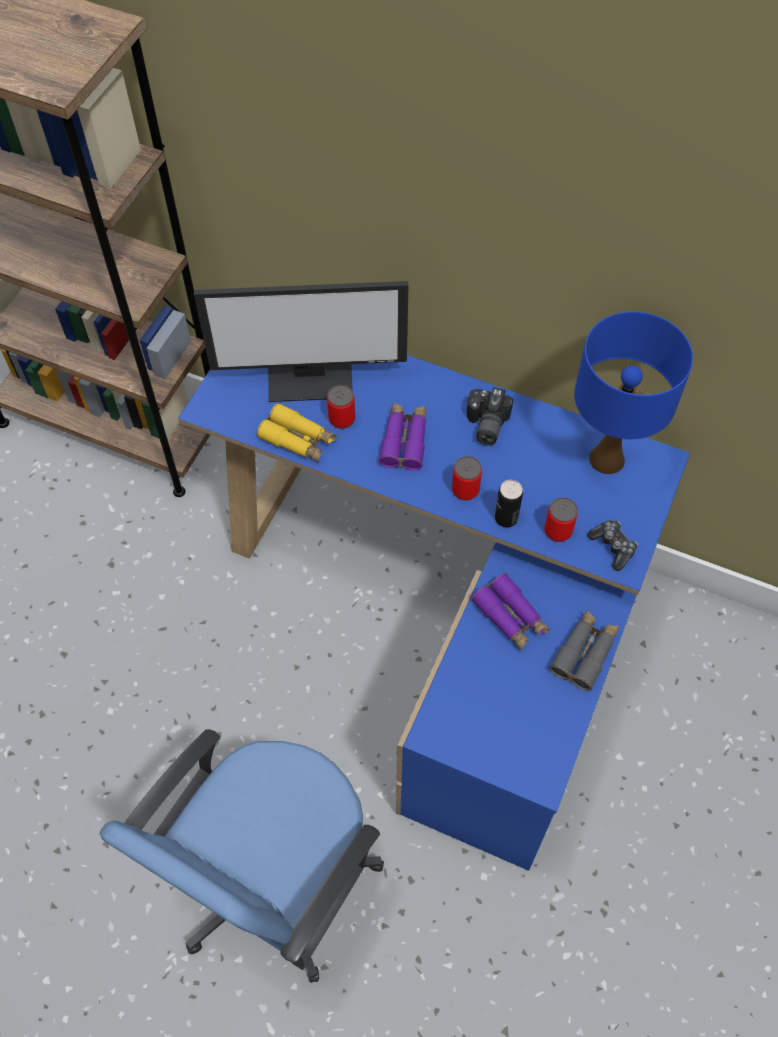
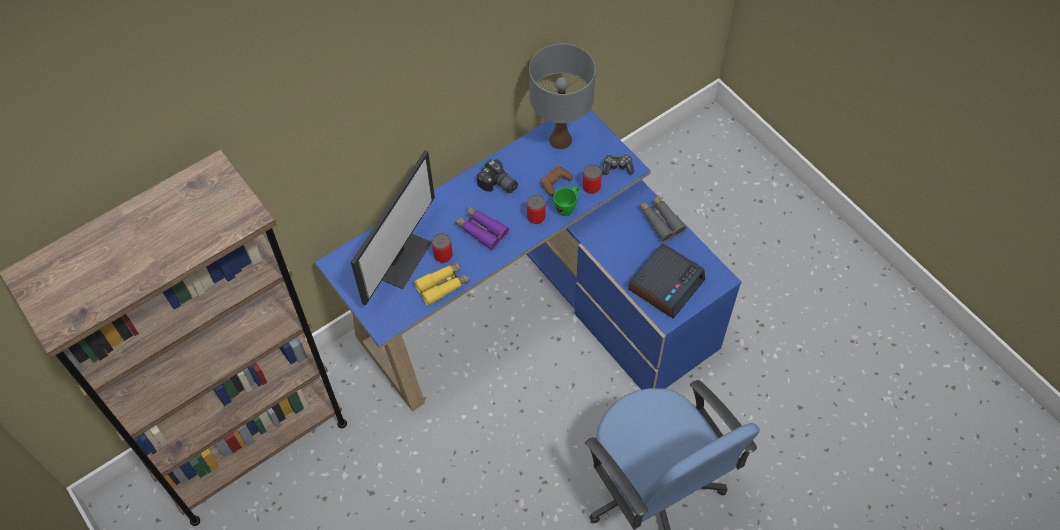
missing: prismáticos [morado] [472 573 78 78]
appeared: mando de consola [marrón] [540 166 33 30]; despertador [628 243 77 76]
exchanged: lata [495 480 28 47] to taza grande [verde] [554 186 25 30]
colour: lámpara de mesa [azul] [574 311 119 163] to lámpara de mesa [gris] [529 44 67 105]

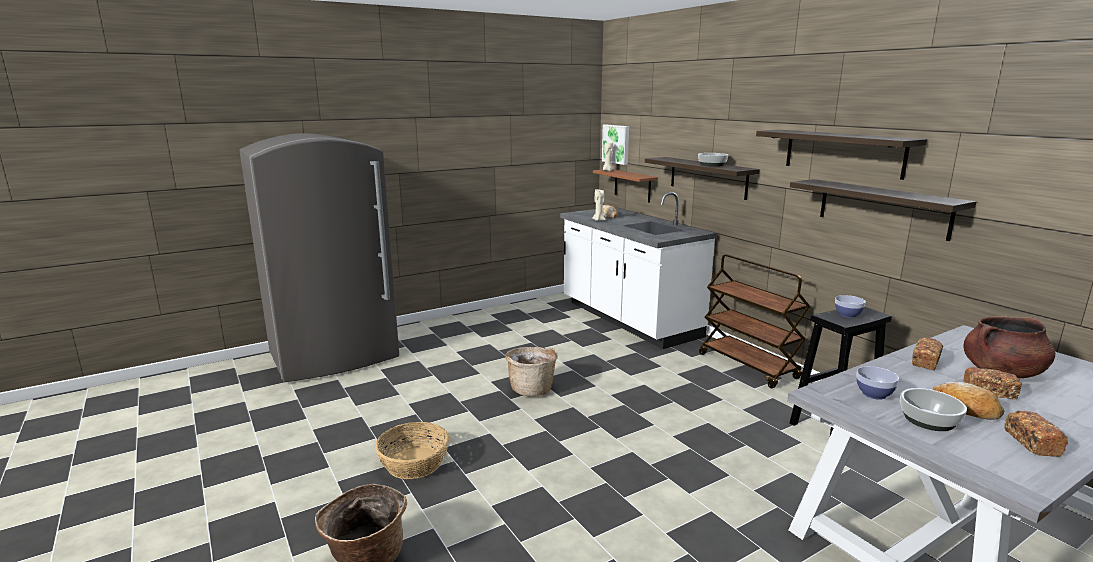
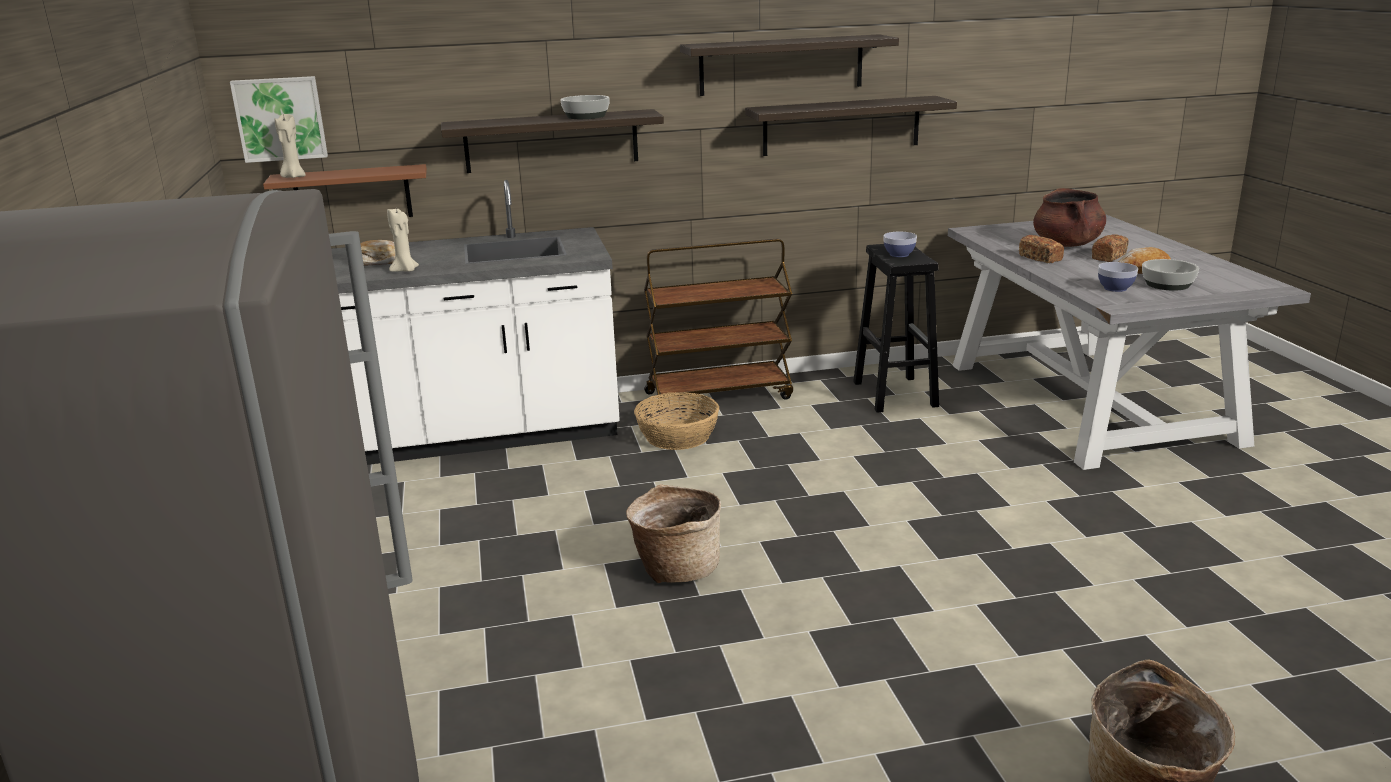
missing: pan [1005 411 63 46]
relocated: cesta [375 422 75 57] to [634 392 85 58]

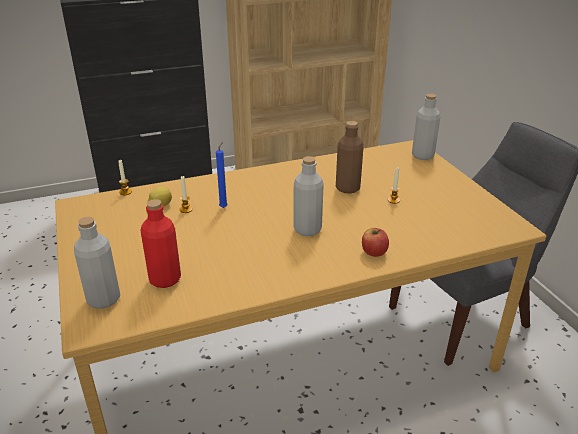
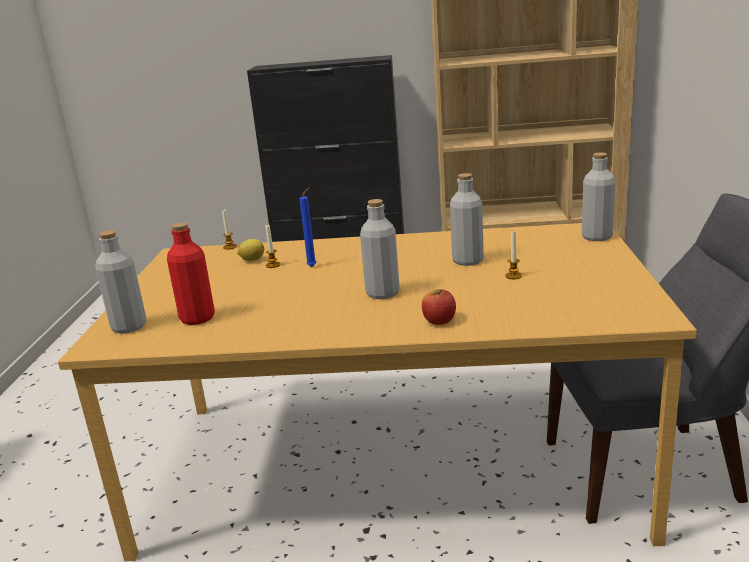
colour: botella [marrón] [336 121 28 73] to botella [gris] [450 173 34 93]

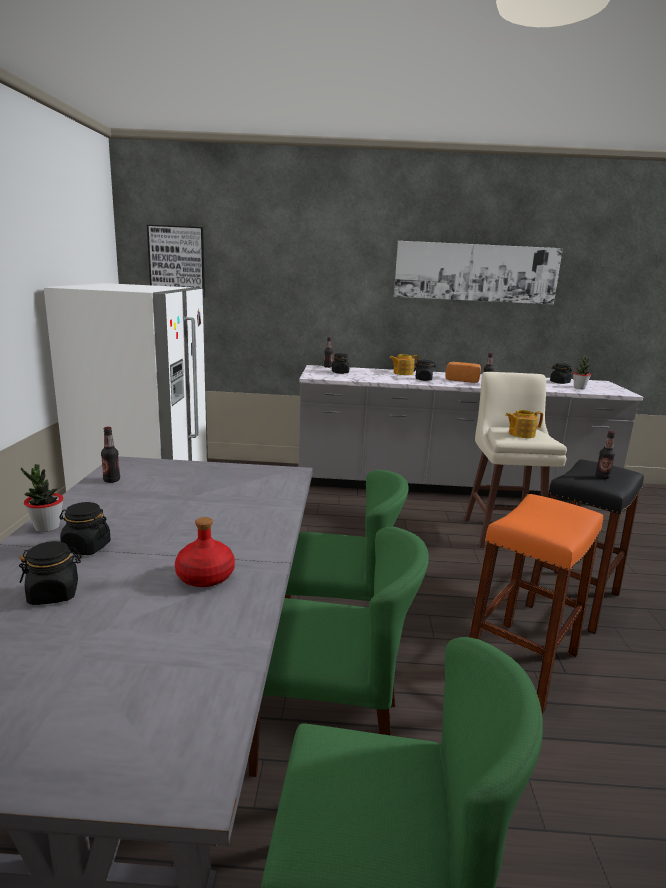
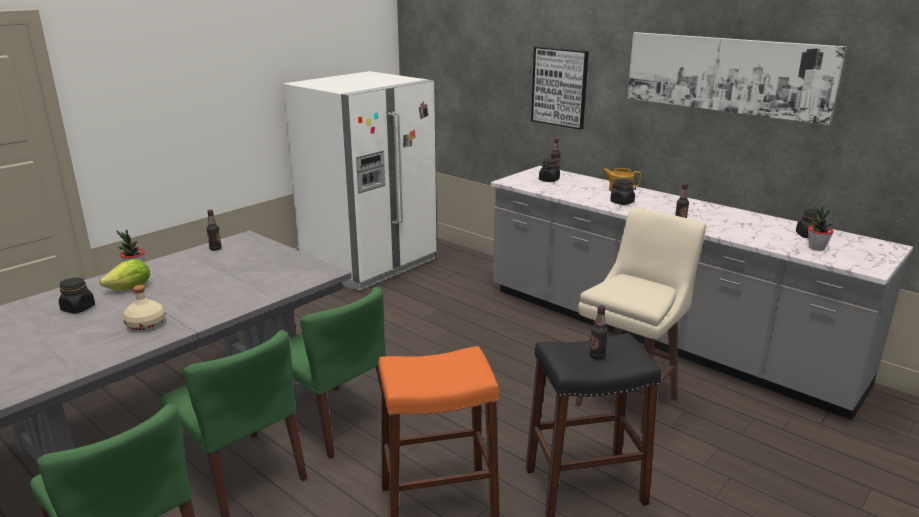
missing: pan [445 362 36 21]; tetera [505 410 38 28]
relocated: cuadro [147 225 58 73] to [531 47 58 83]
exchanged: tarro [negro] [59 502 52 53] to lechuga [99 259 51 31]
colour: botella [rojo] [175 517 60 70] to botella [beis] [123 285 42 45]

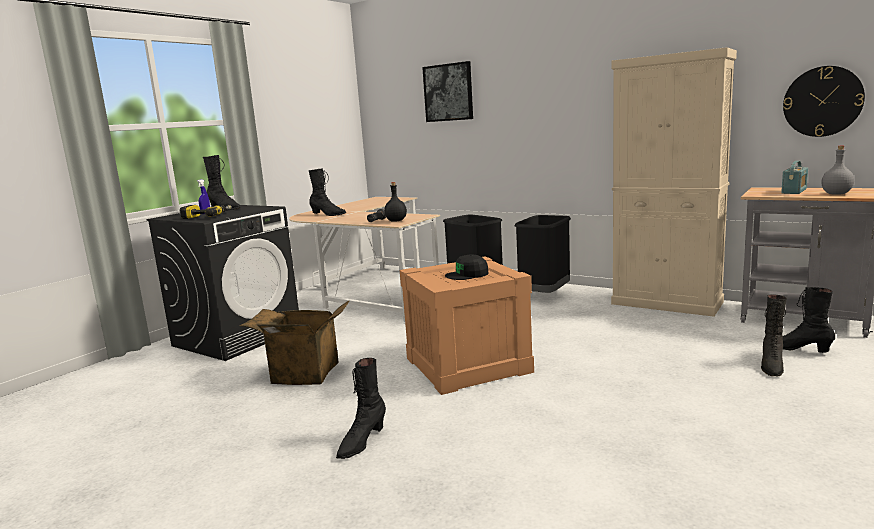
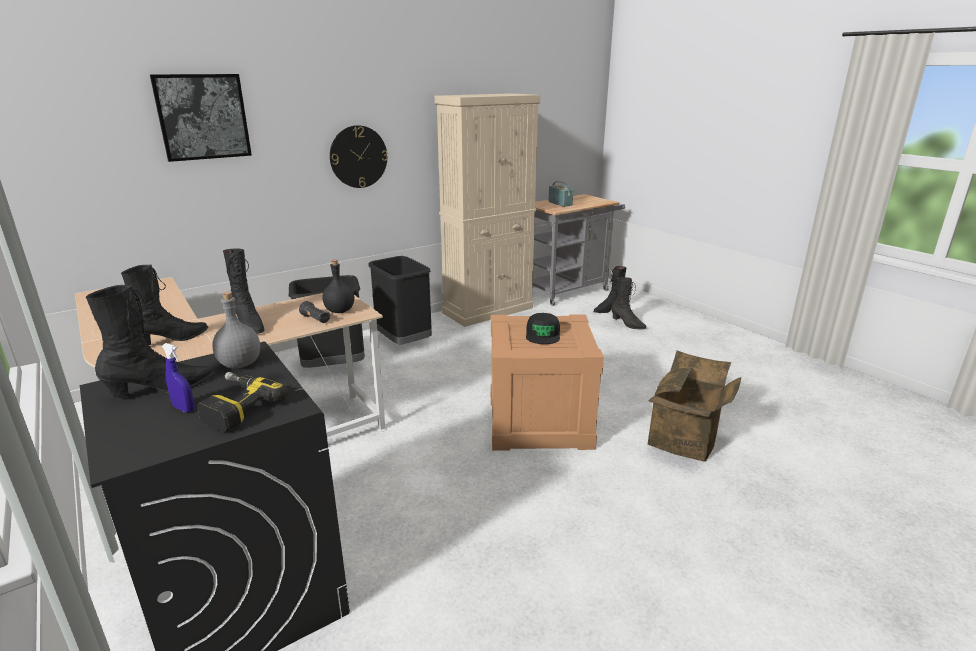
relocated: botella [gris] [821 146 33 49] to [212 292 48 77]; bota [negro] [336 358 50 101] to [223 248 41 86]; reloj de pared [783 66 82 71] to [330 125 58 63]; caja de cartón [240 300 110 85] to [648 351 93 111]

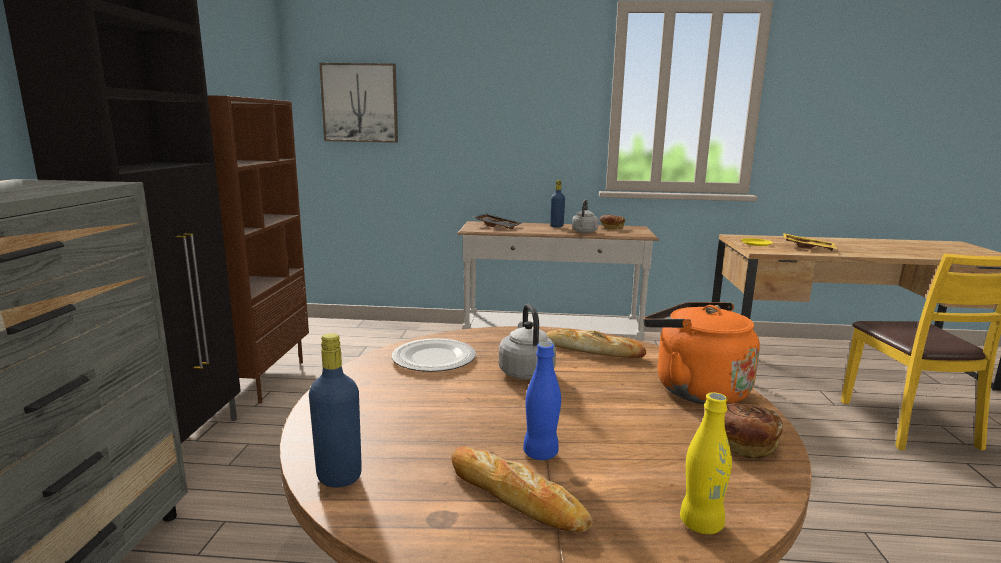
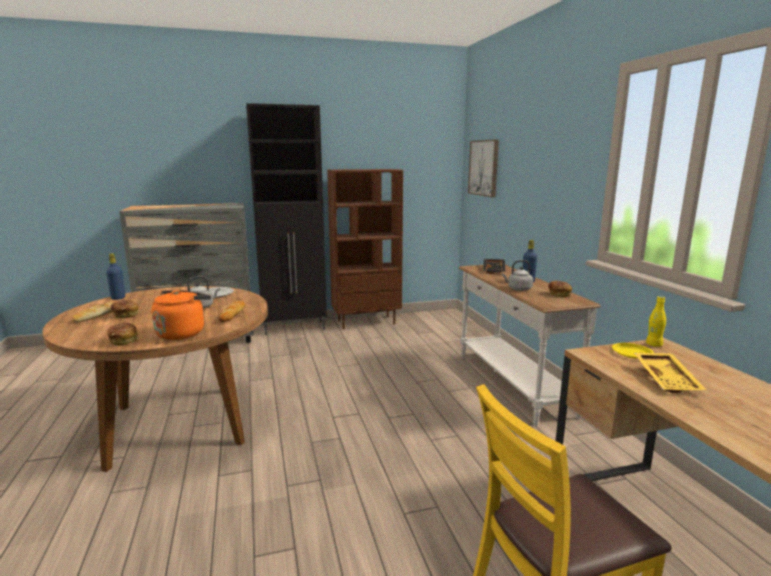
relocated: botella [amarillo] [680 392 52 142] to [646 296 20 51]
exchanged: botella [azul] [523 342 38 118] to pan [111 300 28 18]

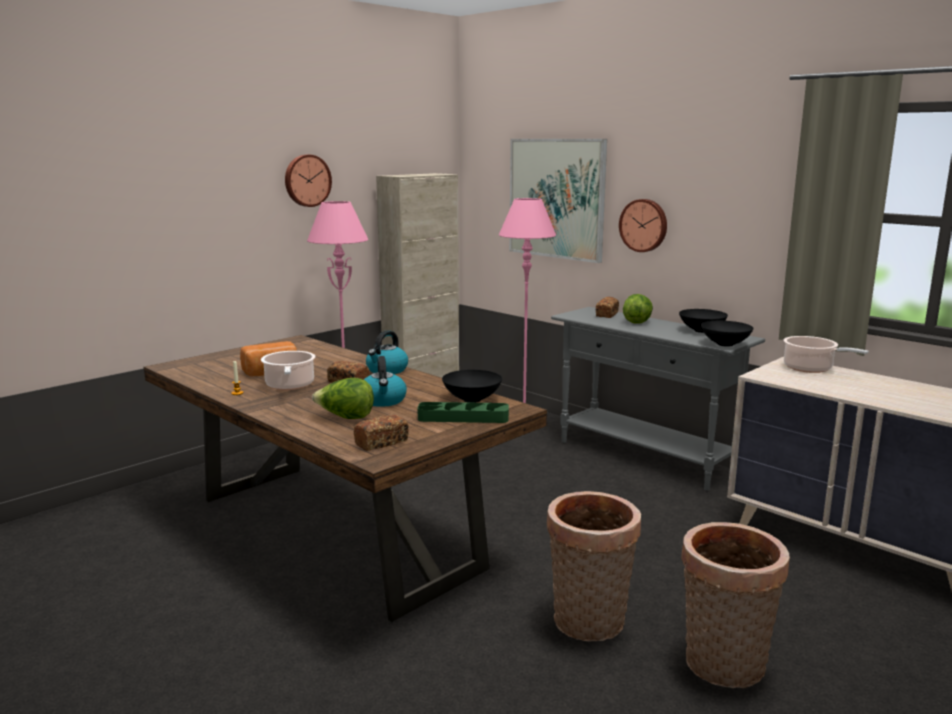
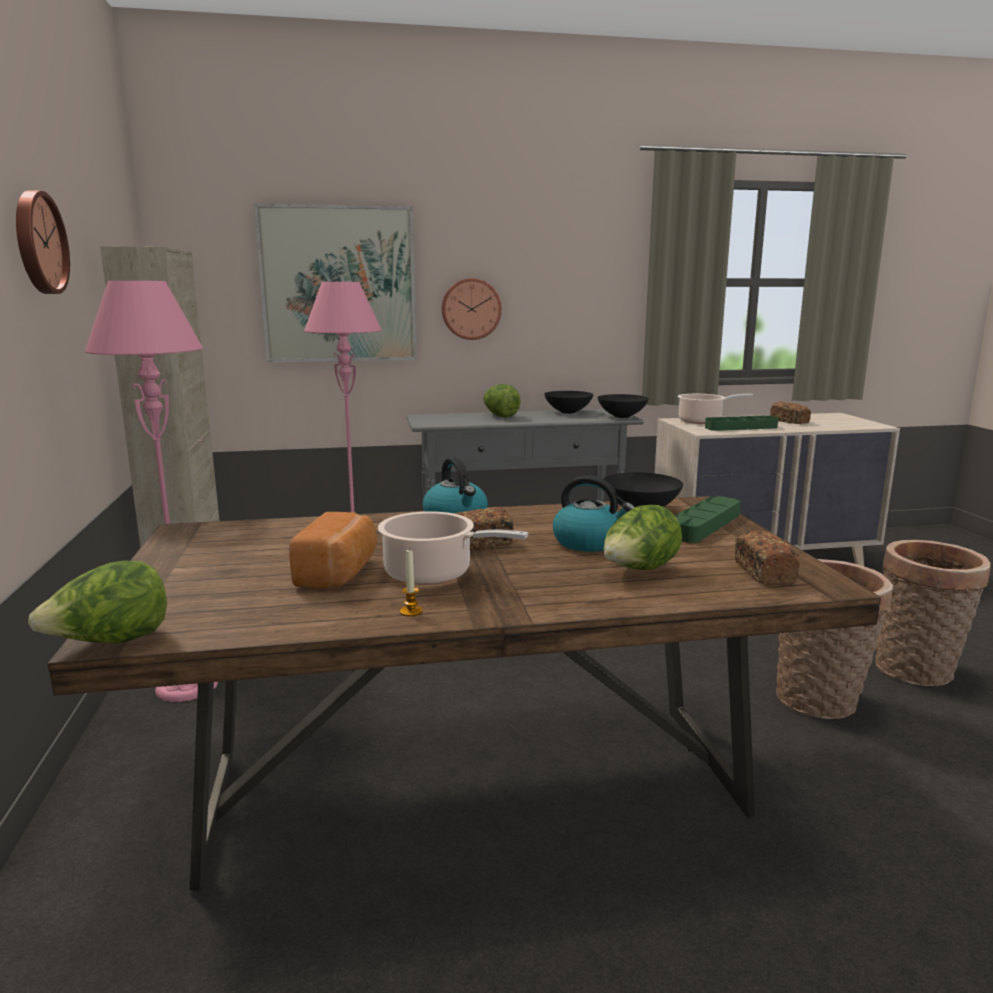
appeared: lechuga [28 561 139 82]; bandeja [verde] [705 415 73 16]
relocated: pan [596 297 23 21] to [770 401 41 23]

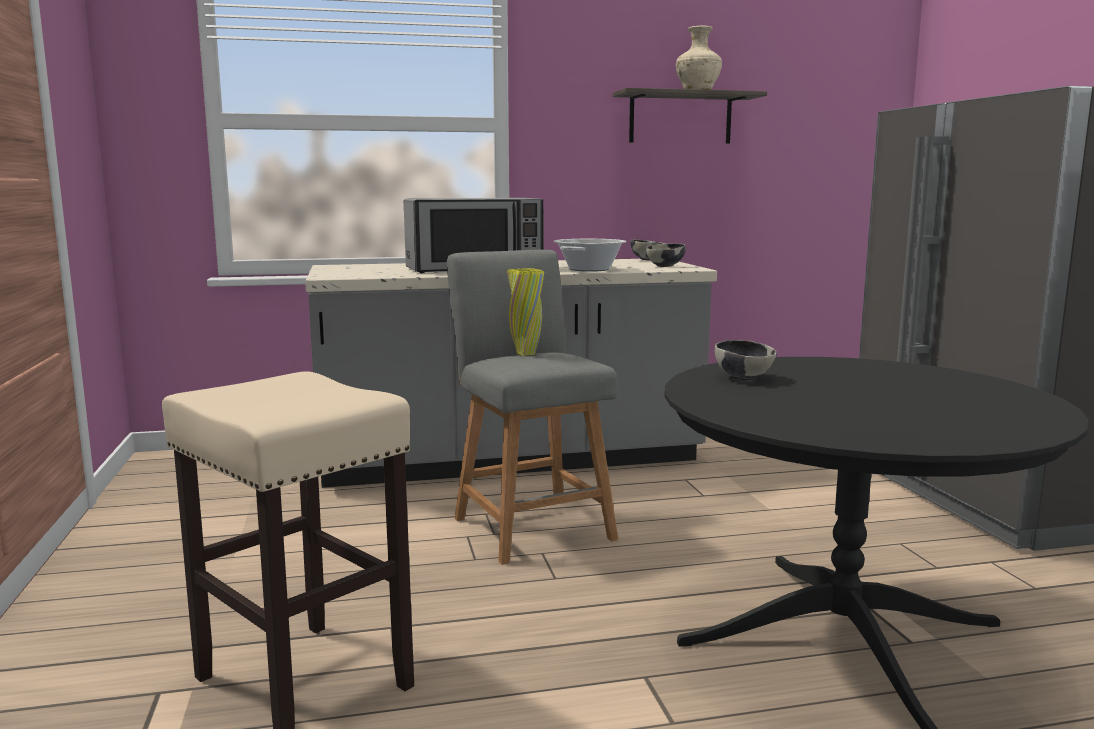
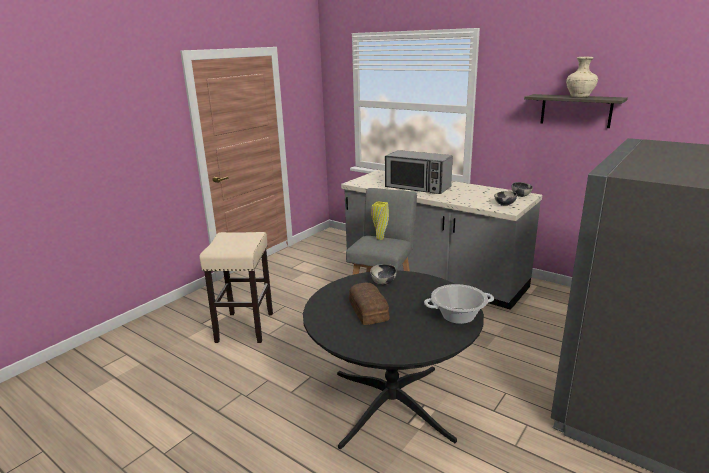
appeared: pan [349 282 40 43]
relocated: olla [554 239 72 33] to [424 284 70 40]

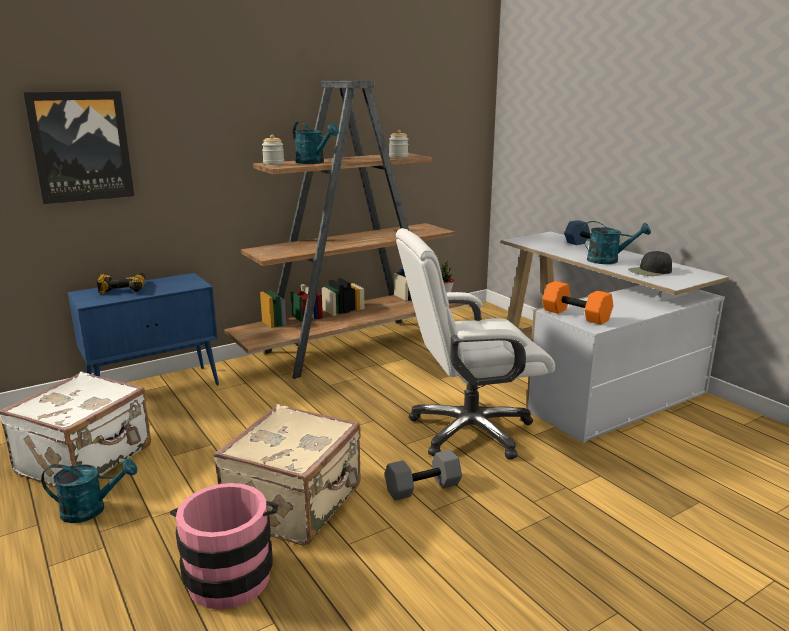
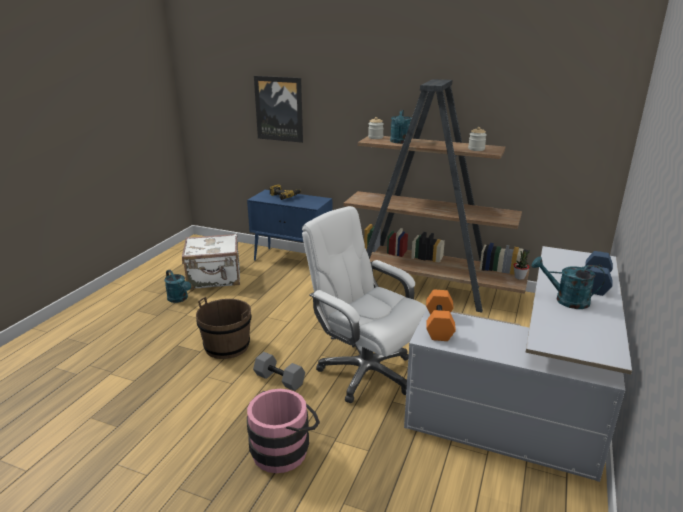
missing: gorra [negro] [628 251 44 25]
relocated: cubo [rosa] [170 483 108 127] to [247 389 73 84]
exchanged: maleta [beis] [213 404 148 142] to cubo [marrón] [196 297 56 62]
spun: regadera [turquesa] [582 221 69 43] = [531 257 74 52] 135 degrees clockwise

